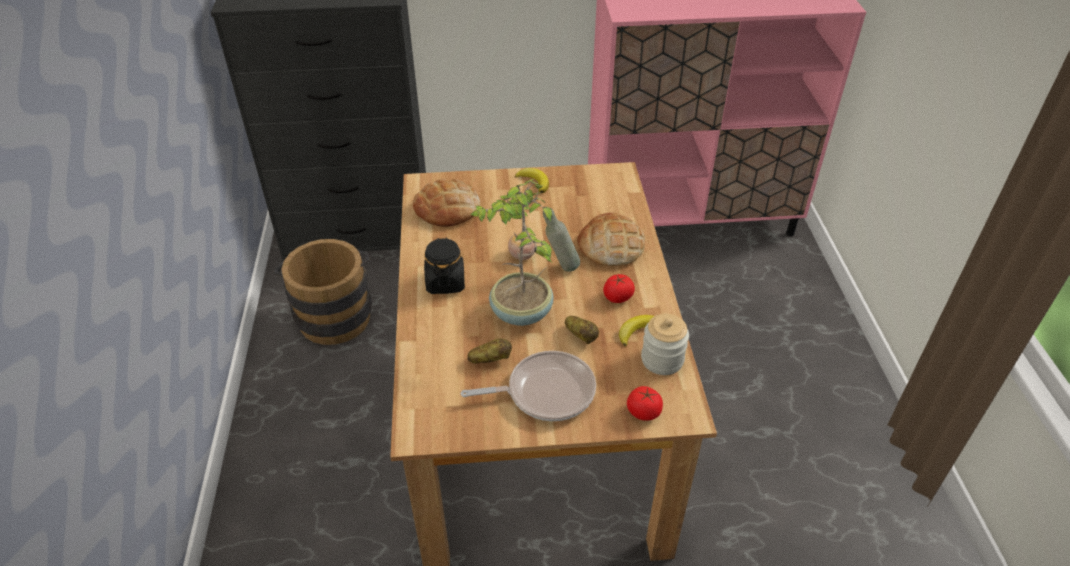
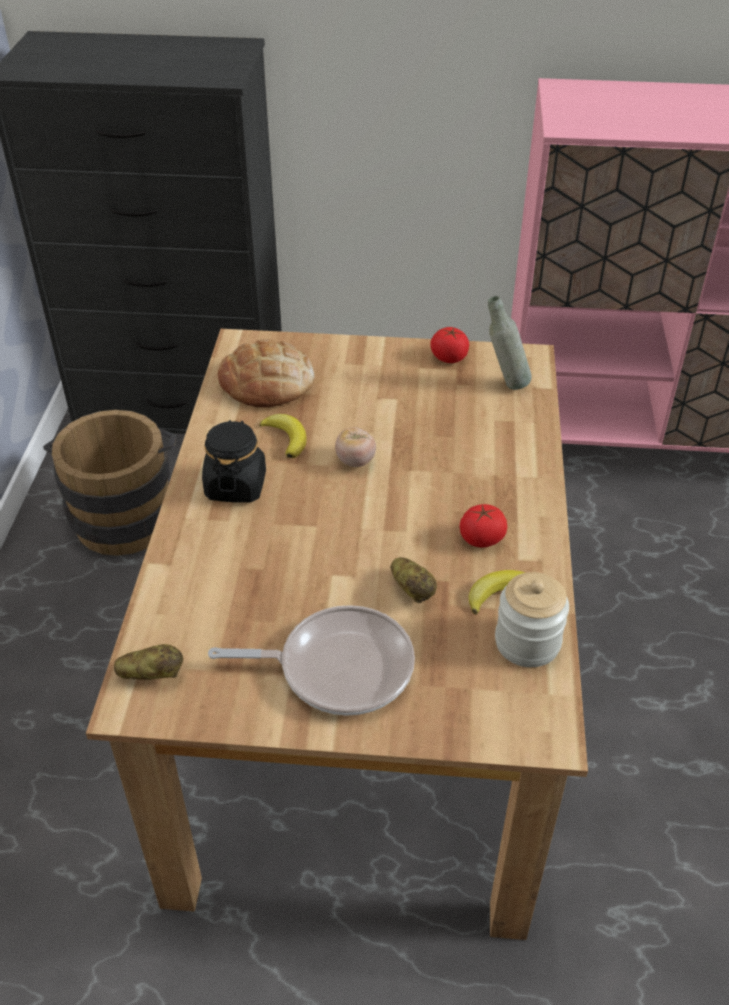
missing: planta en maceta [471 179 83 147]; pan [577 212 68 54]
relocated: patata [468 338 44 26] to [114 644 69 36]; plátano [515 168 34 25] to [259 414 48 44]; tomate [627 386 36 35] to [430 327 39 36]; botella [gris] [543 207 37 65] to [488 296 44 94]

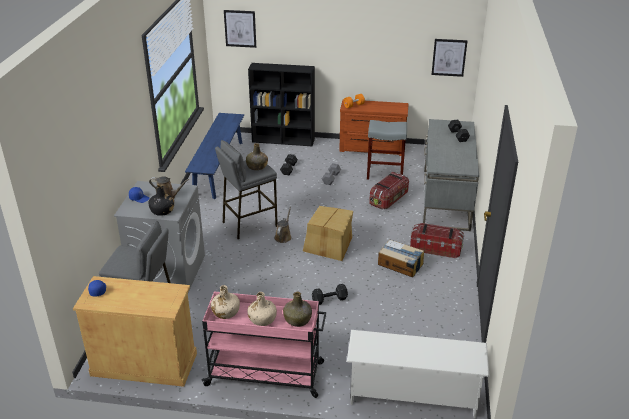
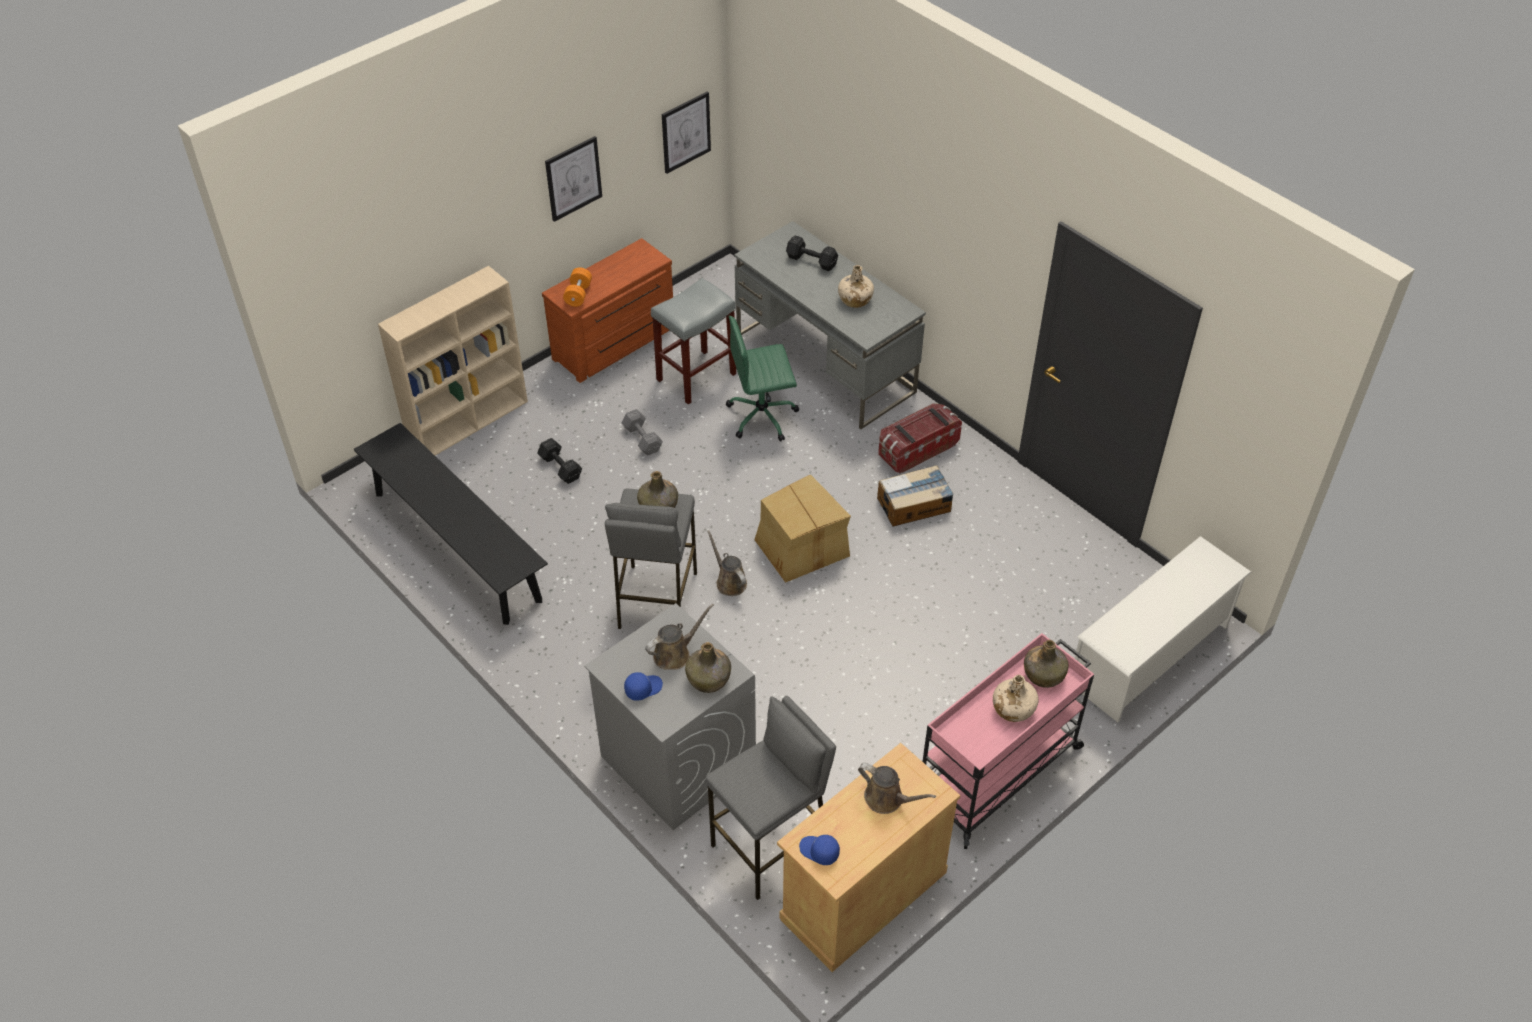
missing: mancuerna [negro] [312 284 36 21]
appeared: regadera [marrón] [858 763 78 51]
relocated: cuadro [224 10 32 38] to [545 136 57 86]; botella [beis] [211 285 29 34] to [838 265 36 43]
exchanged: caja de almacenaje [369 172 40 37] to silla de oficina [verde] [726 316 73 126]
colour: banco [azul] [185 113 59 86] to banco [negro] [354 423 194 202]; estantería [negro] [248 63 67 83] to estantería [beis] [378 266 150 189]; botella [negro] [149 185 25 31] to botella [verde] [685 642 46 51]

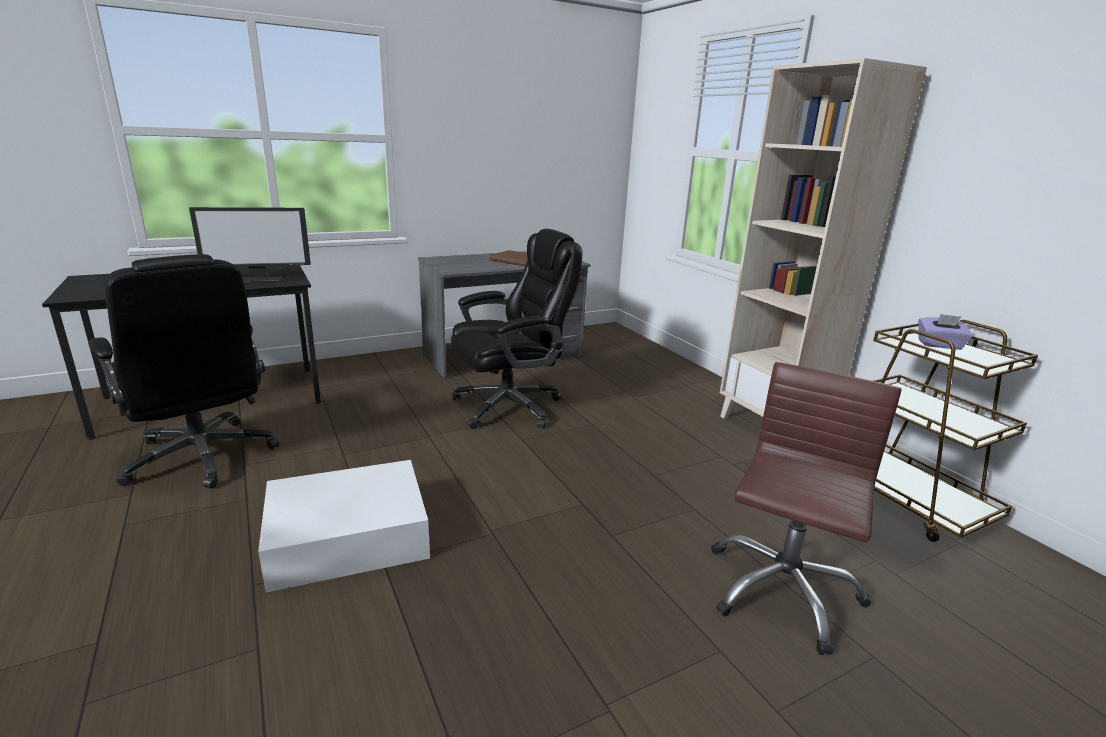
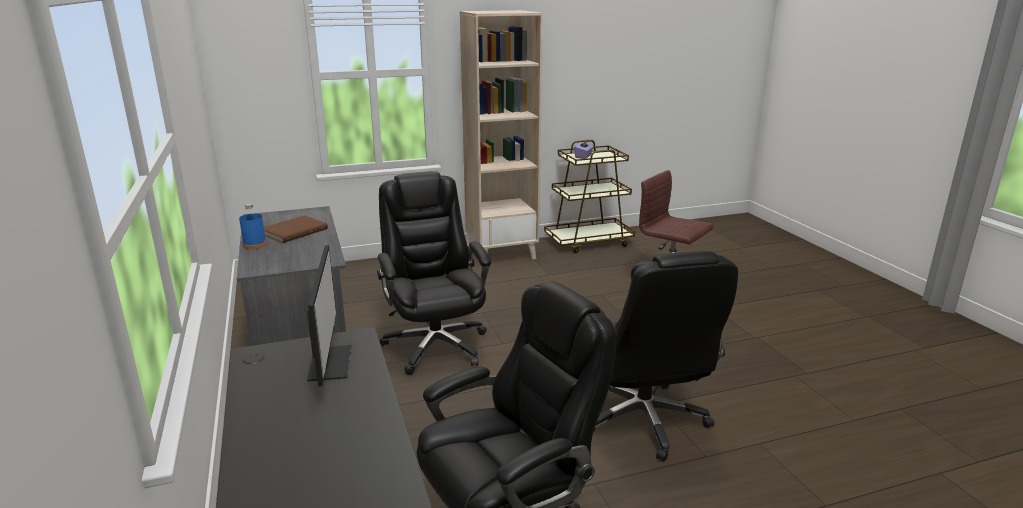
appeared: botella [azul] [239 204 28 45]
exchanged: caja de almacenaje [blanco] [258 460 172 132] to silla de oficina [negro] [592 251 146 211]

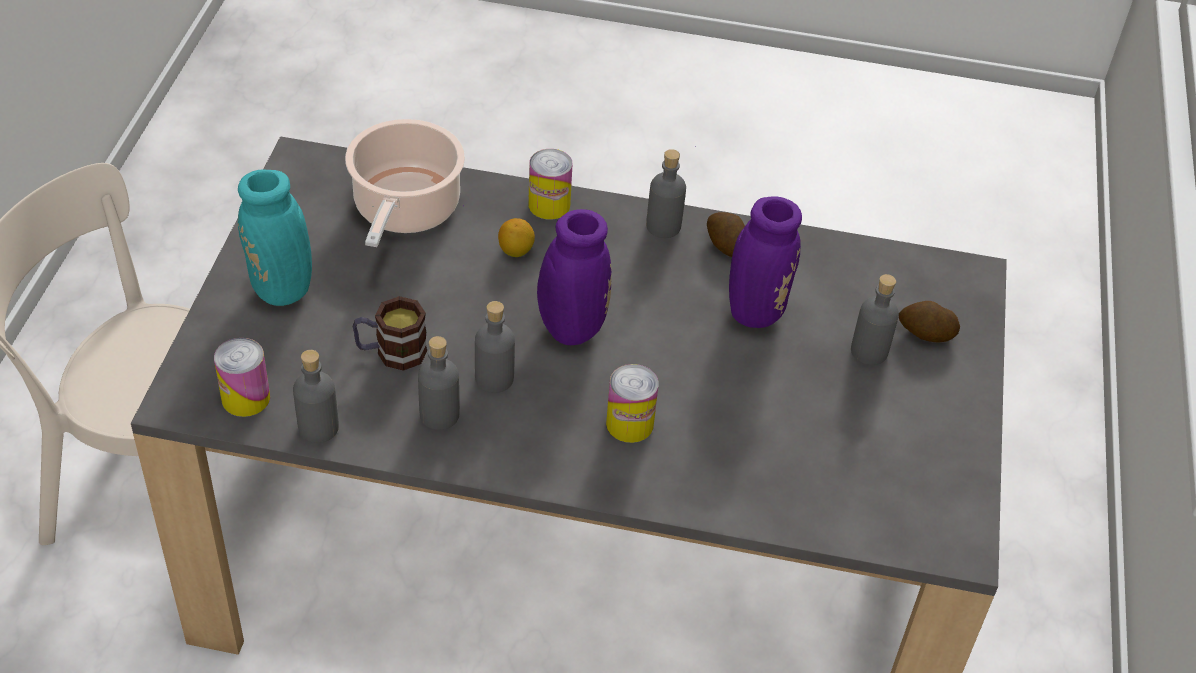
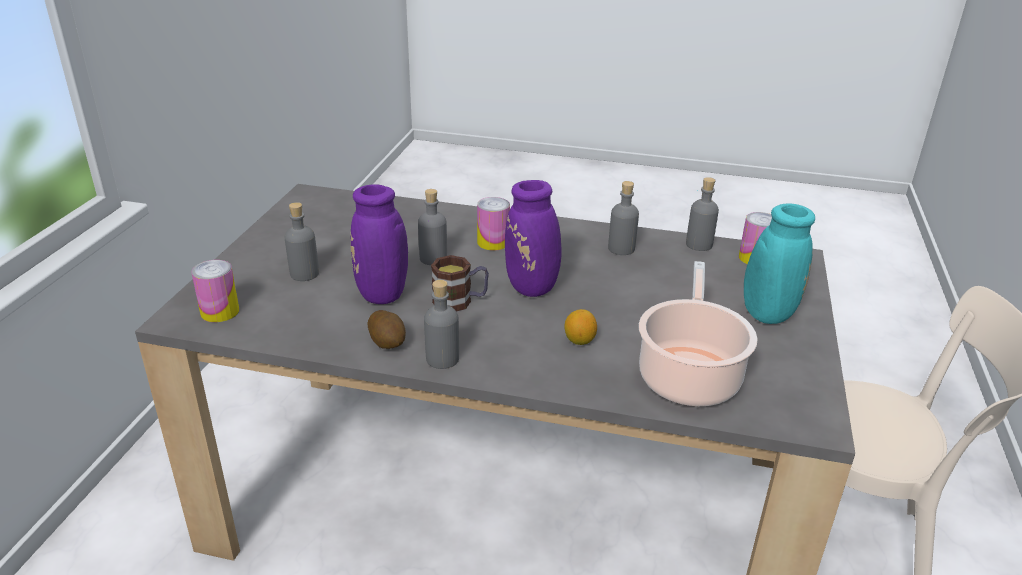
missing: patata [899 301 61 42]
relocated: lata [528 149 45 70] to [192 260 47 62]; botella [gris] [475 301 40 92] to [418 189 29 76]; taza grande [353 296 74 75] to [431 255 58 57]

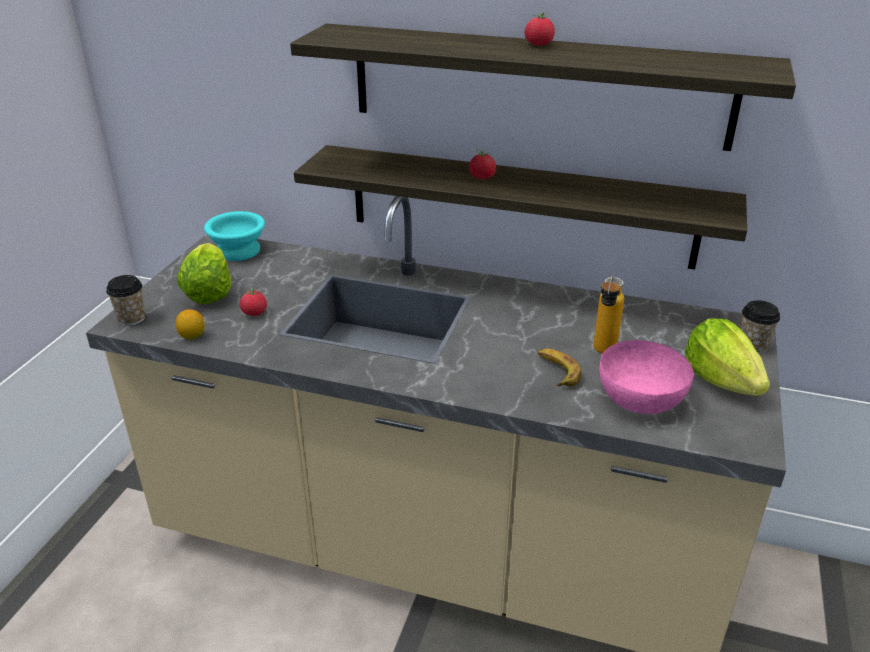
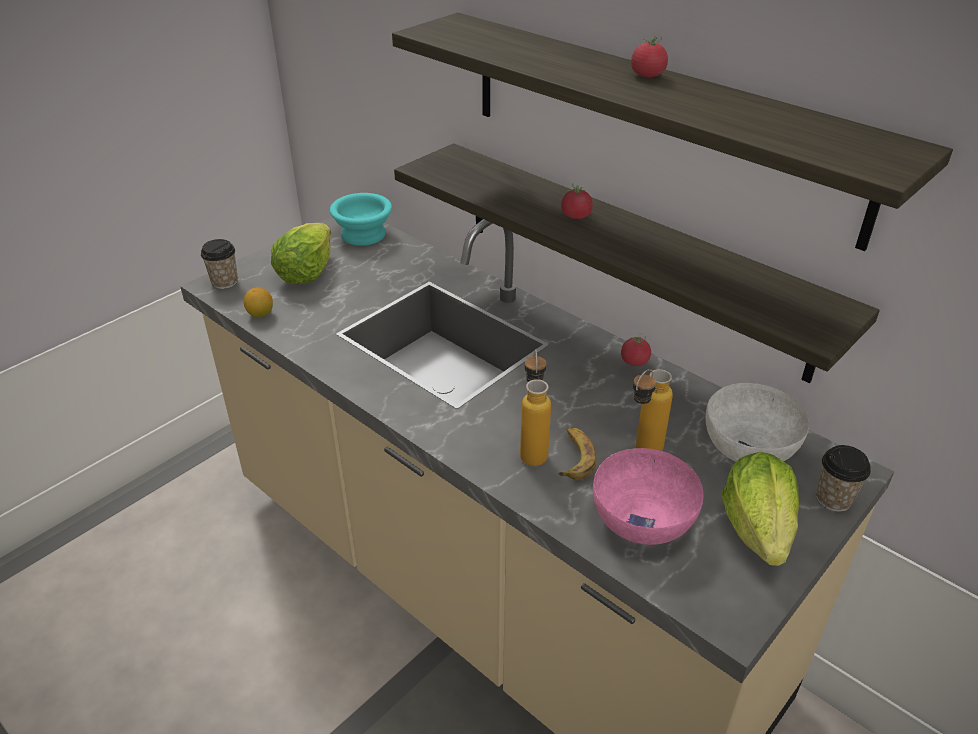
appeared: botella [520 349 31 117]; cuenco [blanco] [705 383 104 79]
relocated: tomate [240 286 27 30] to [621 333 30 33]

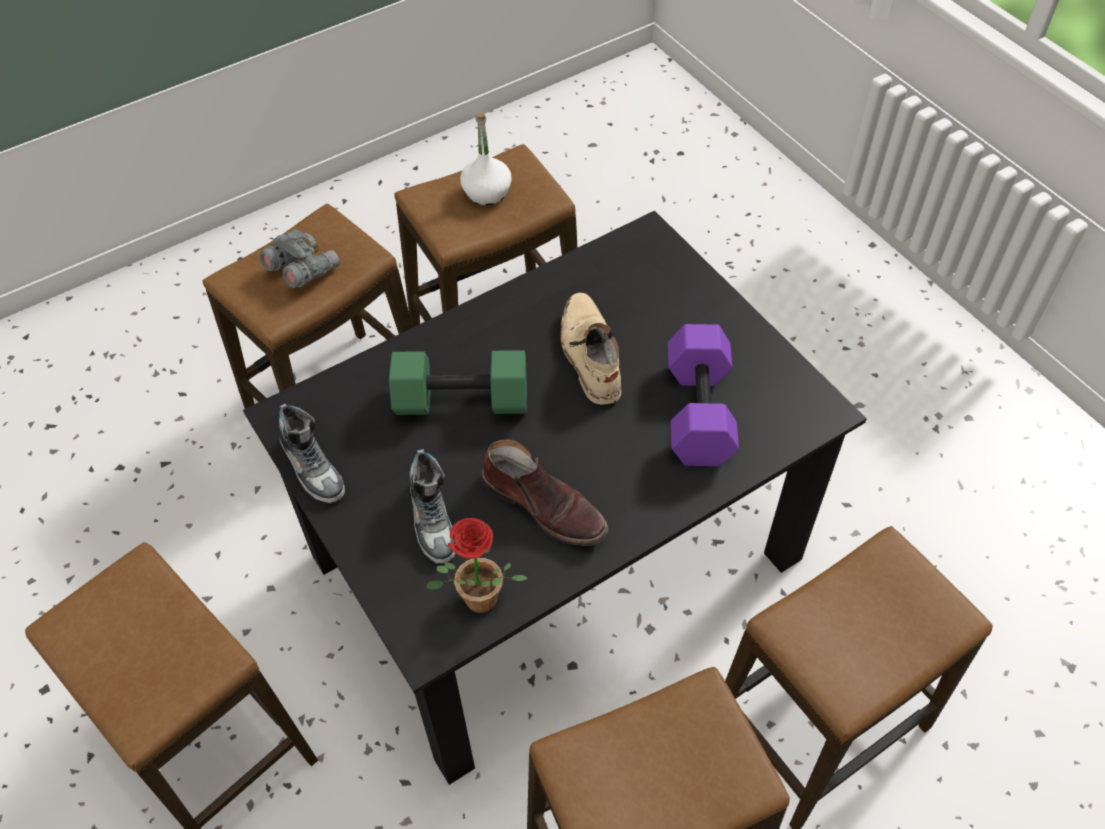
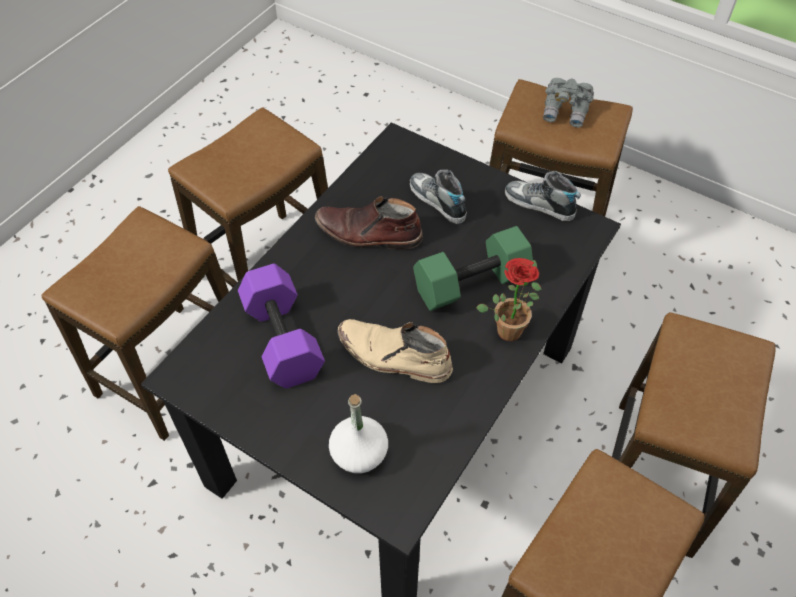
relocated: botella [blanco] [460 113 52 92] to [329 394 59 79]; planta en maceta [426 518 102 95] to [476 258 66 83]; prismáticos [gris] [260 228 79 60] to [543 78 51 49]
spun: bota [beis] [561 293 60 112] = [337 319 116 64] 150 degrees clockwise

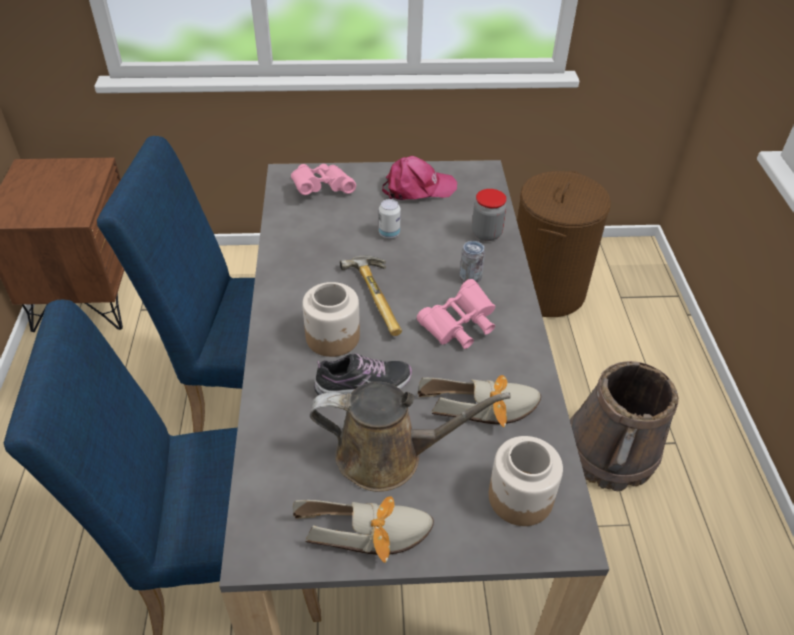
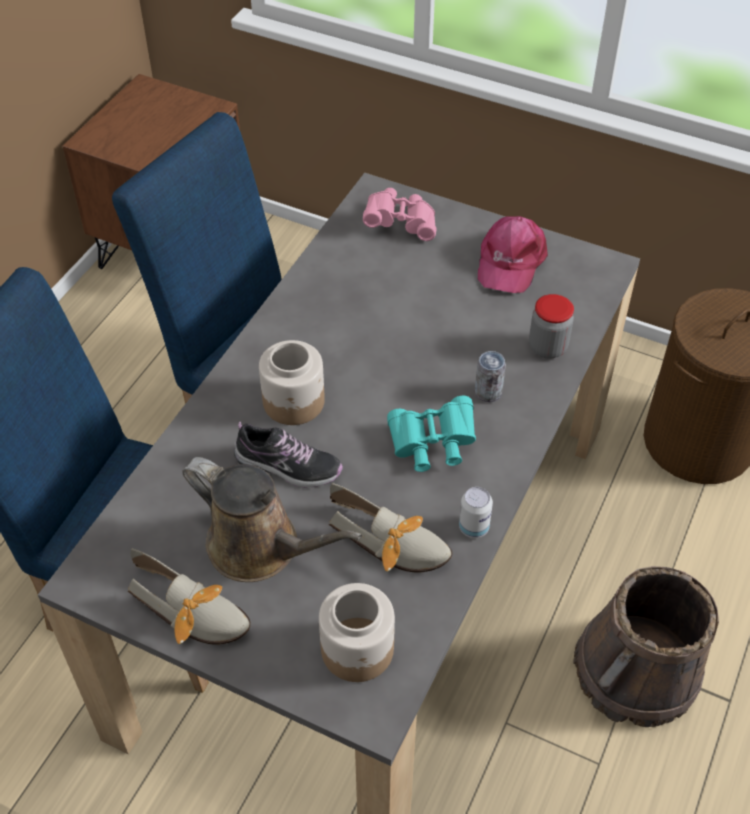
missing: martillo [340 256 62 80]
relocated: lata [379 199 22 40] to [459 487 34 51]
colour: prismáticos [rosa] [417 279 78 70] to prismáticos [turquesa] [387 396 89 76]
spun: gorra [rosa] [382 156 75 44] = [478 216 70 77] 90 degrees clockwise

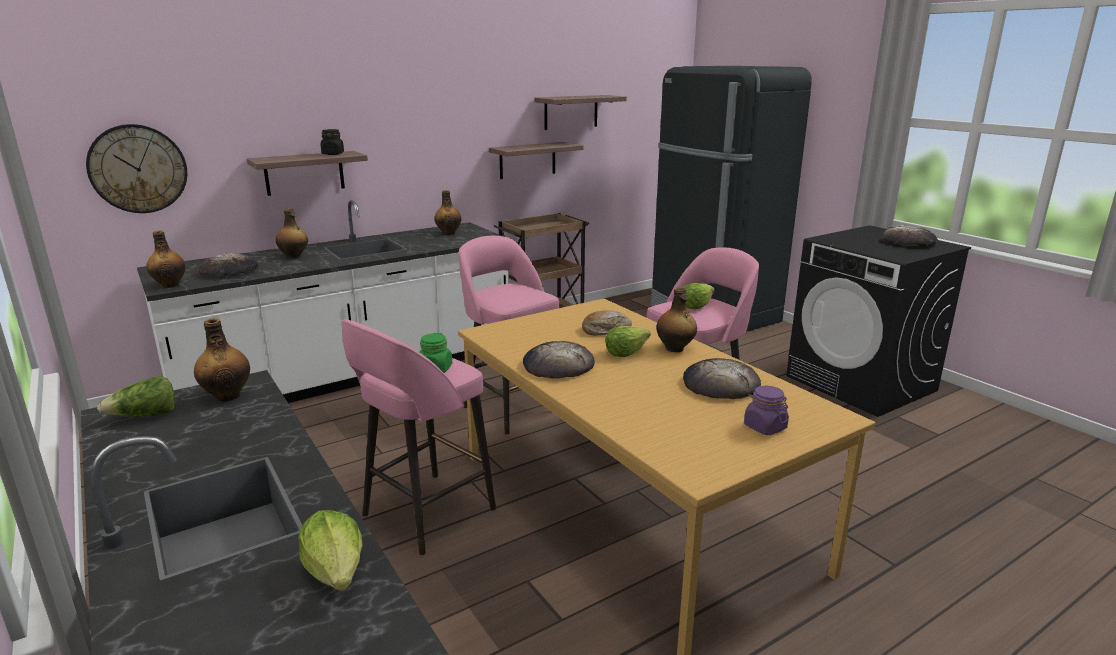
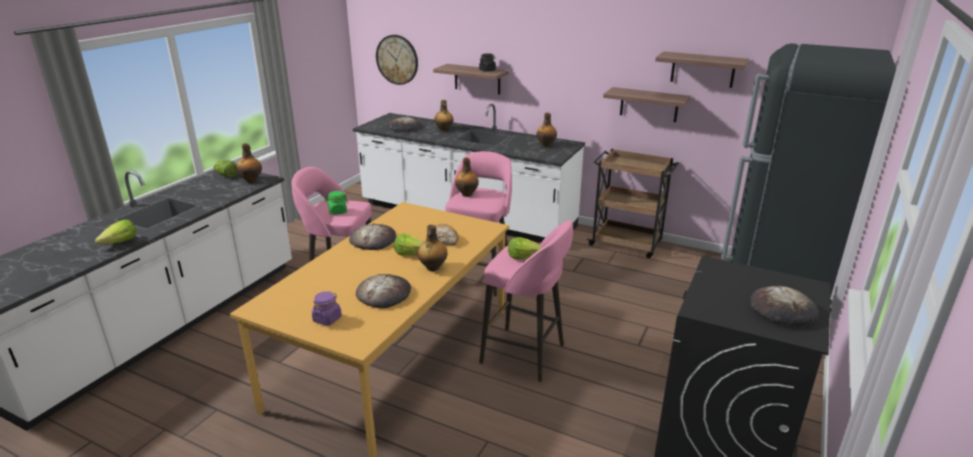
relocated: botella [146 231 40 57] to [455 158 24 39]

